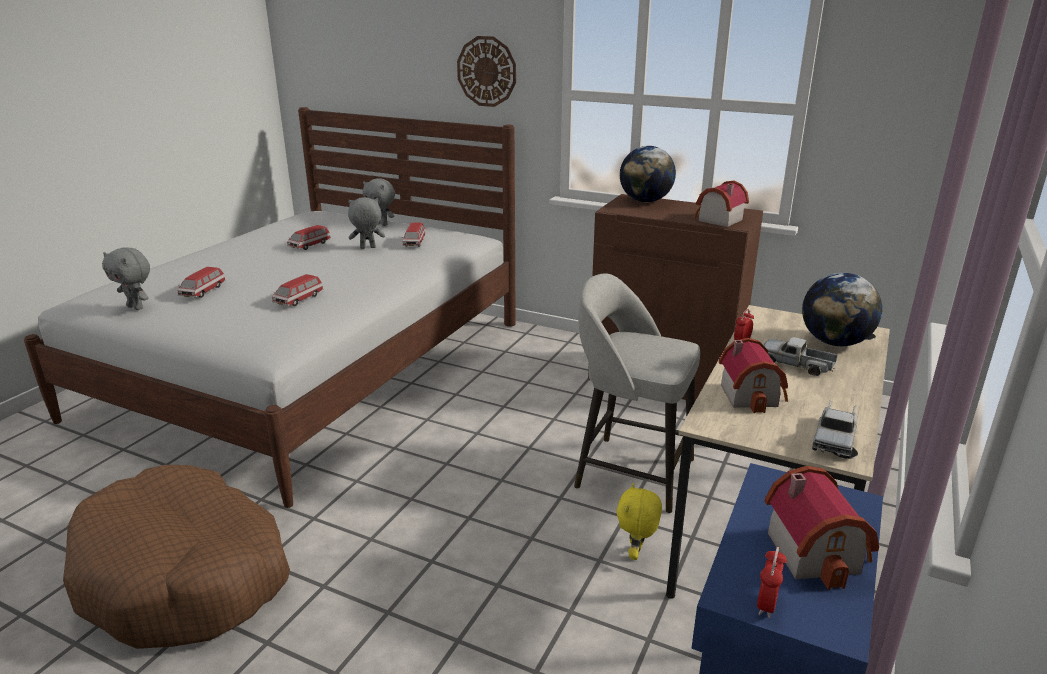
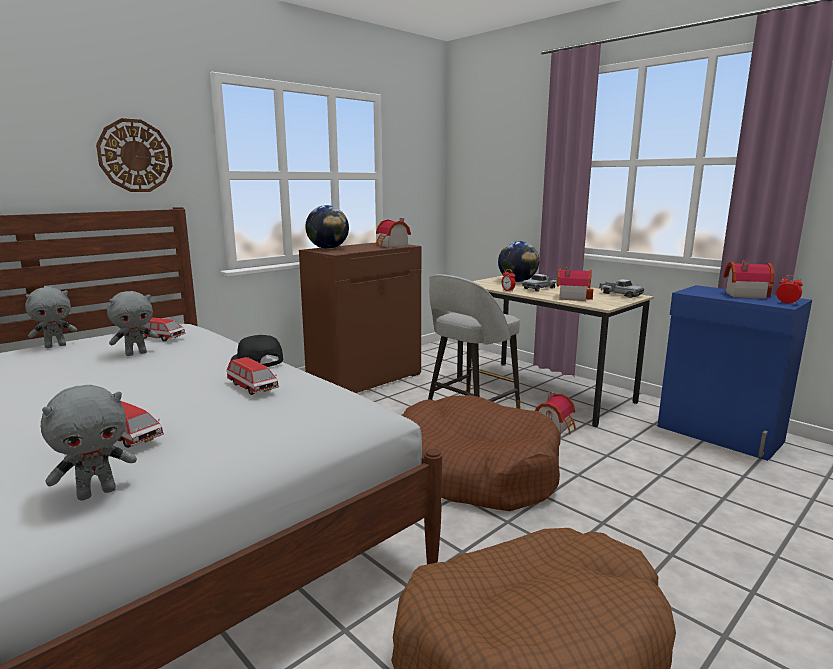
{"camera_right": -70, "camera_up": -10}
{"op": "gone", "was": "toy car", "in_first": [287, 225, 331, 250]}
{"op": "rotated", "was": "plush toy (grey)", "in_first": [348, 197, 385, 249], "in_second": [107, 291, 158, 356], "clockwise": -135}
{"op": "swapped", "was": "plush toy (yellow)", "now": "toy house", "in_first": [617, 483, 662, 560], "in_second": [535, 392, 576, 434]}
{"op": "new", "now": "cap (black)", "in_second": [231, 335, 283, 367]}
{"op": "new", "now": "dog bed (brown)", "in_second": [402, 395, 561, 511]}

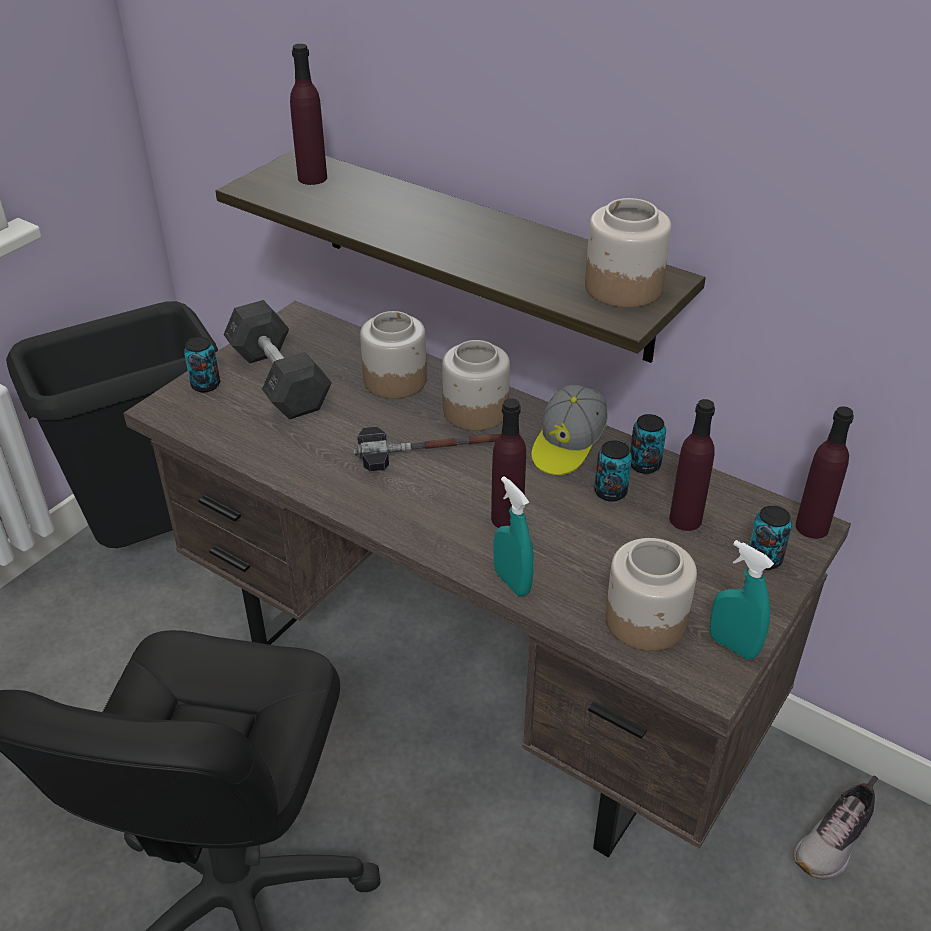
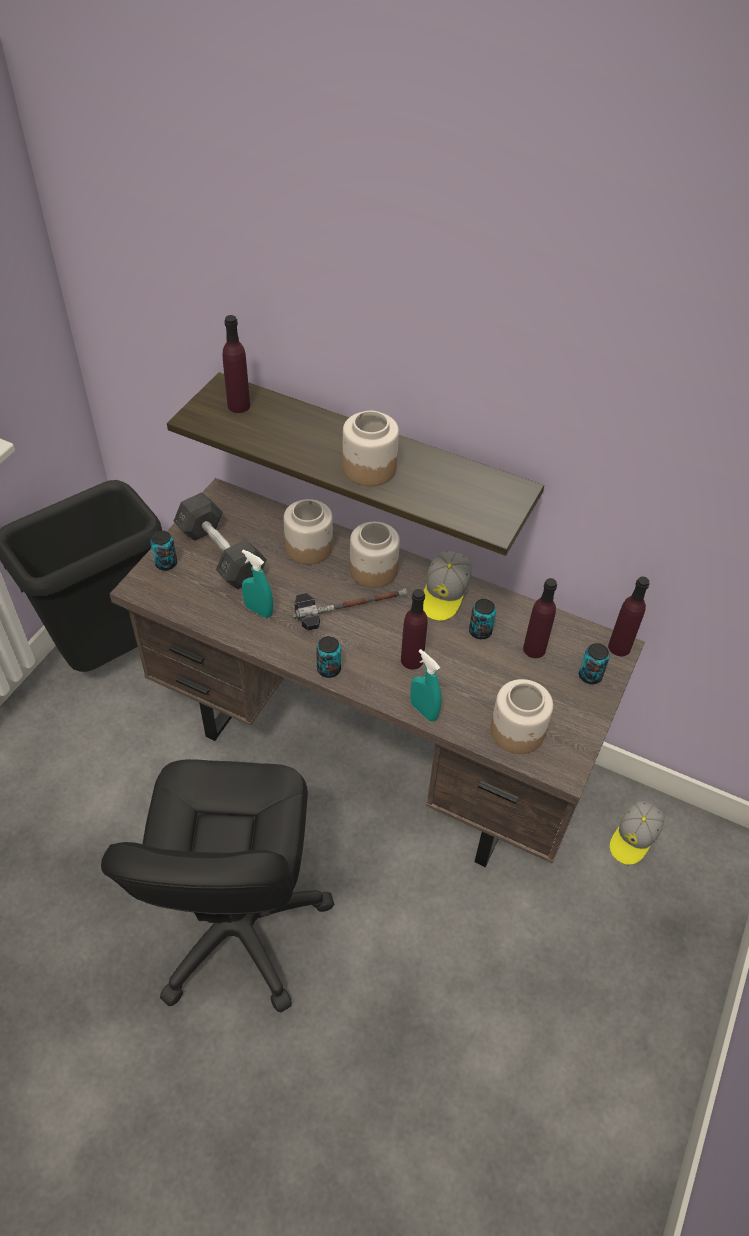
{"camera_right": -10, "camera_up": 10}
{"op": "shifted", "was": "jar", "in_first": [585, 198, 671, 308], "in_second": [343, 411, 399, 486]}
{"op": "shifted", "was": "can", "in_first": [630, 414, 666, 474], "in_second": [316, 636, 341, 678]}
{"op": "shifted", "was": "spray bottle (turquoise)", "in_first": [710, 540, 774, 659], "in_second": [242, 549, 273, 618]}
{"op": "swapped", "was": "shoe", "now": "cap", "in_first": [793, 775, 878, 879], "in_second": [610, 801, 664, 865]}

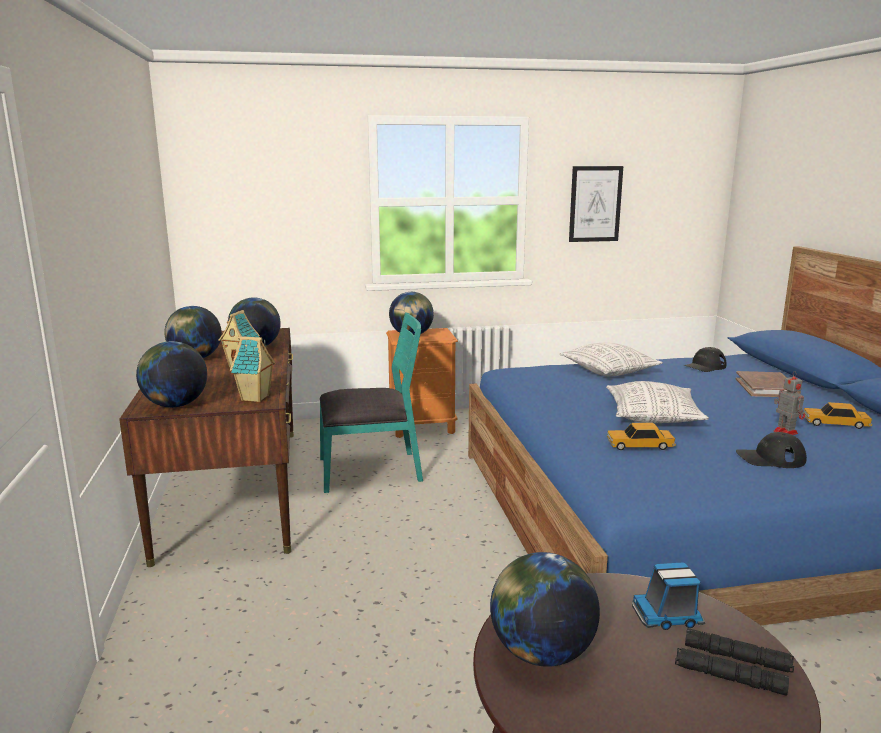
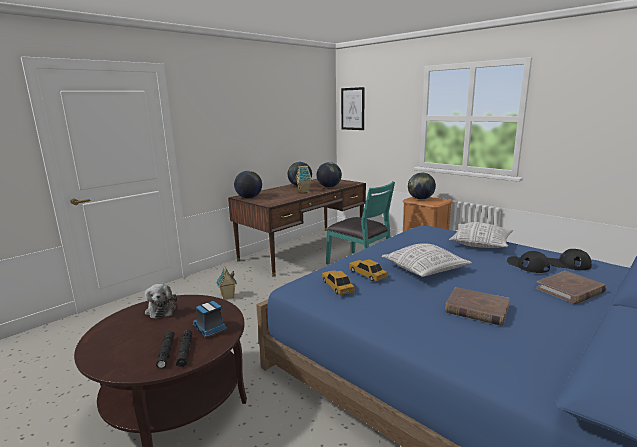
{"camera_right": 55, "camera_up": 0}
{"op": "shifted", "was": "toy house", "in_first": [230, 336, 275, 402], "in_second": [216, 266, 237, 300]}
{"op": "swapped", "was": "globe", "now": "plush toy", "in_first": [490, 552, 600, 667], "in_second": [145, 284, 177, 319]}
{"op": "shifted", "was": "picture", "in_first": [569, 166, 623, 242], "in_second": [341, 87, 365, 130]}
{"op": "shifted", "was": "cap (black)", "in_first": [736, 432, 807, 468], "in_second": [507, 251, 550, 273]}
{"op": "swapped", "was": "toy robot", "now": "book (brown)", "in_first": [773, 371, 805, 435], "in_second": [445, 287, 510, 326]}
{"op": "shifted", "was": "toy car", "in_first": [804, 402, 872, 429], "in_second": [322, 270, 355, 295]}

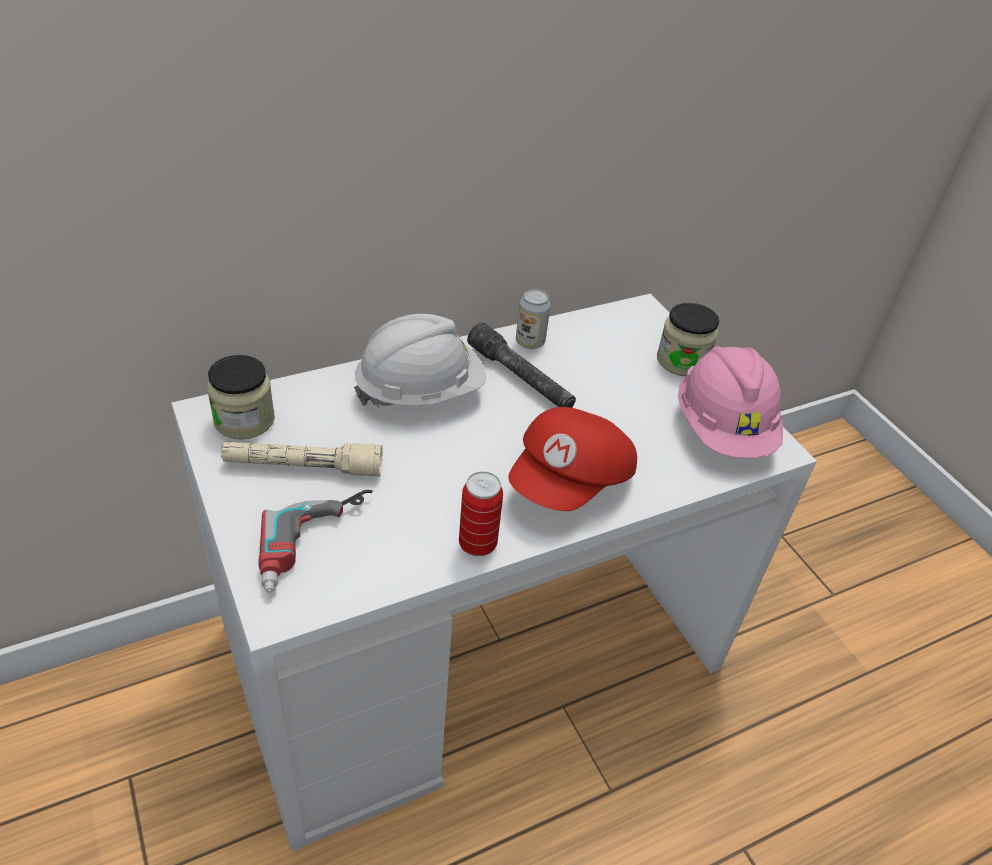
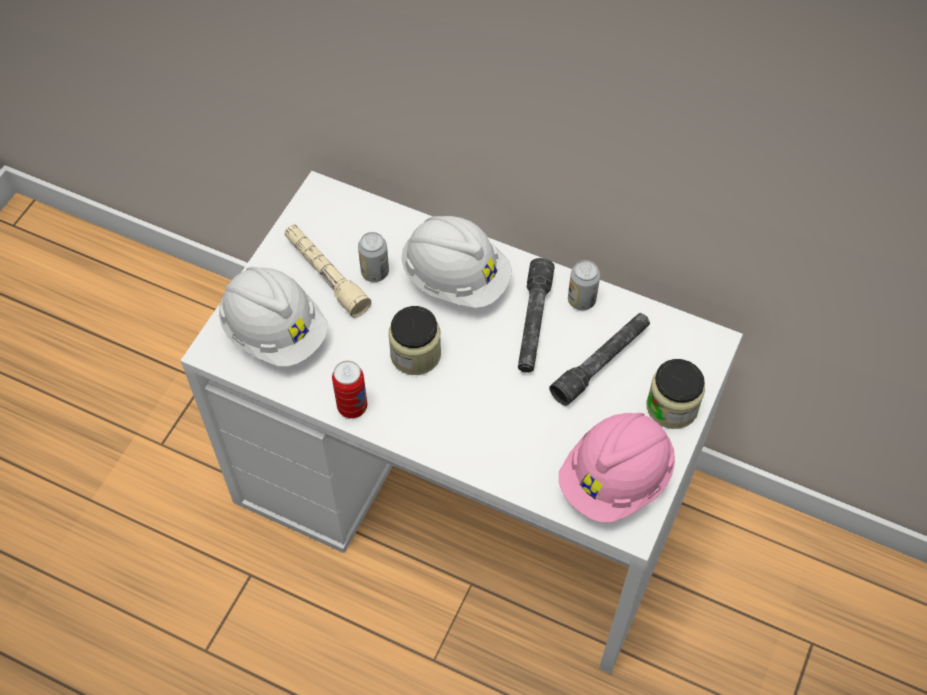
{"camera_right": 55, "camera_up": 15}
{"op": "shifted", "was": "jar", "in_first": [207, 355, 275, 439], "in_second": [388, 306, 441, 375]}
{"op": "swapped", "was": "power drill", "now": "hard hat (white)", "in_first": [259, 490, 373, 593], "in_second": [219, 267, 328, 367]}
{"op": "gone", "was": "cap (red)", "in_first": [508, 407, 637, 511]}
{"op": "new", "now": "can", "in_second": [358, 232, 389, 282]}
{"op": "new", "now": "flashlight (grey)", "in_second": [549, 313, 650, 406]}

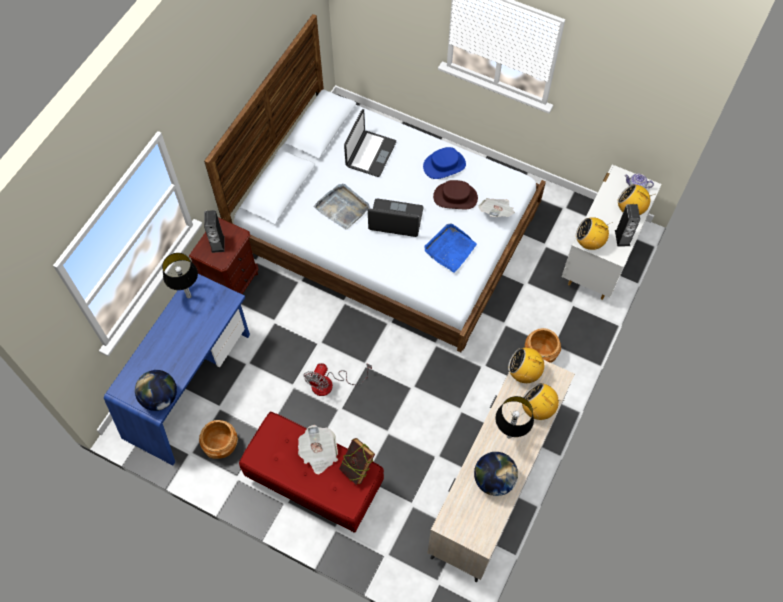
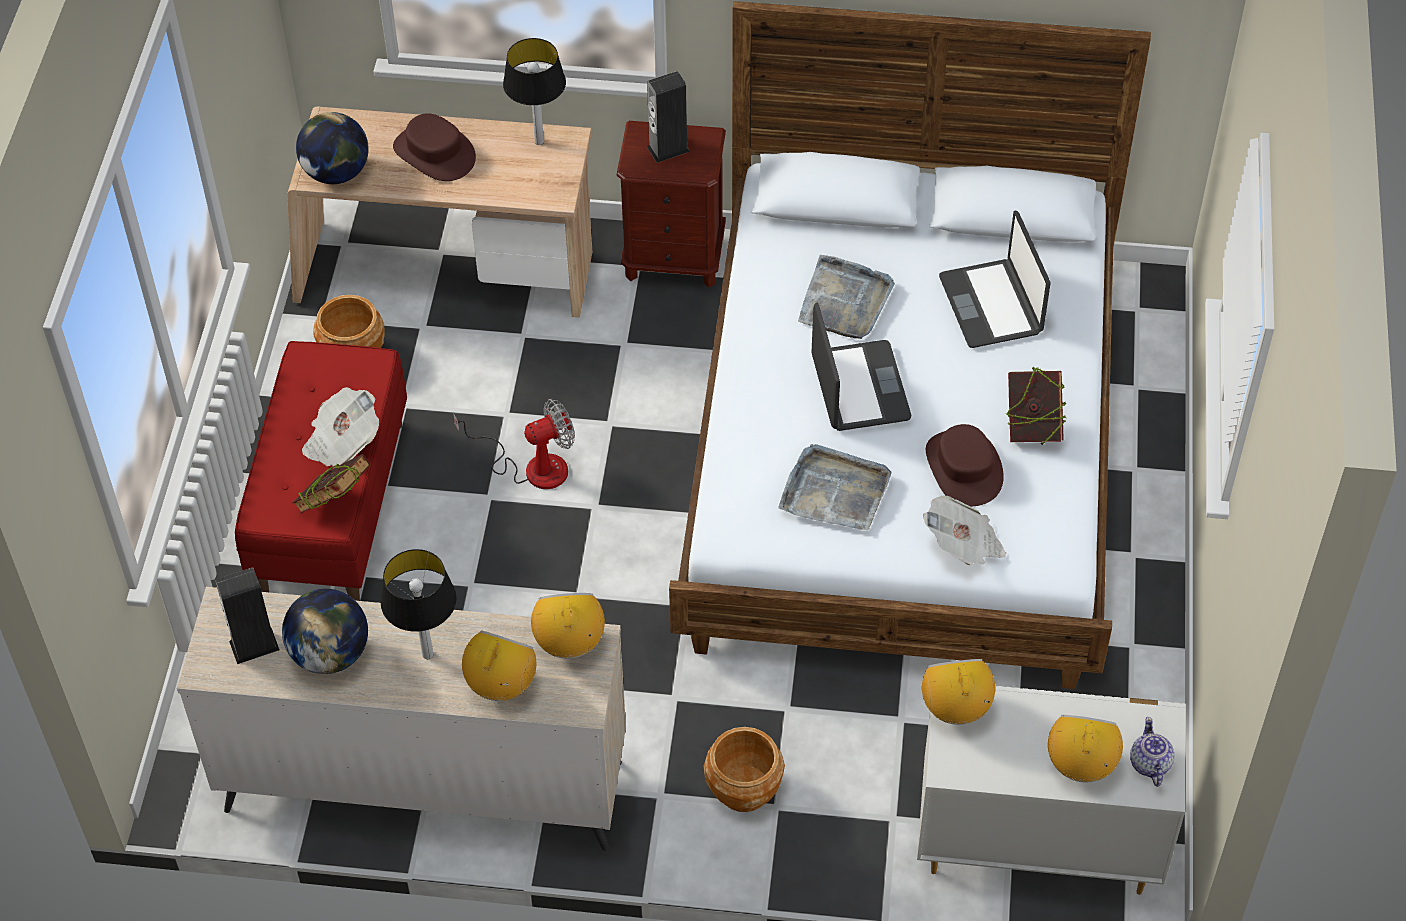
{"camera_right": 70, "camera_up": -10}
{"op": "repainted", "was": "desk (blue)", "now": "desk (beige)", "in_first": [104, 274, 250, 465], "in_second": [287, 106, 592, 317]}
{"op": "rotated", "was": "fan", "in_first": [303, 363, 372, 396], "in_second": [453, 399, 575, 489], "clockwise": 150}
{"op": "rotated", "was": "laptop", "in_first": [344, 109, 396, 177], "in_second": [939, 211, 1051, 348], "clockwise": 75}
{"op": "swapped", "was": "hat (blue)", "now": "book", "in_first": [423, 147, 466, 179], "in_second": [1007, 366, 1067, 445]}
{"op": "repainted", "was": "tray (blue)", "now": "tray (grey)", "in_first": [424, 223, 477, 273], "in_second": [778, 444, 892, 530]}
{"op": "shifted", "was": "speaker", "in_first": [615, 204, 640, 247], "in_second": [215, 568, 280, 664]}
{"op": "new", "now": "hat (brown)", "in_second": [393, 113, 476, 181]}

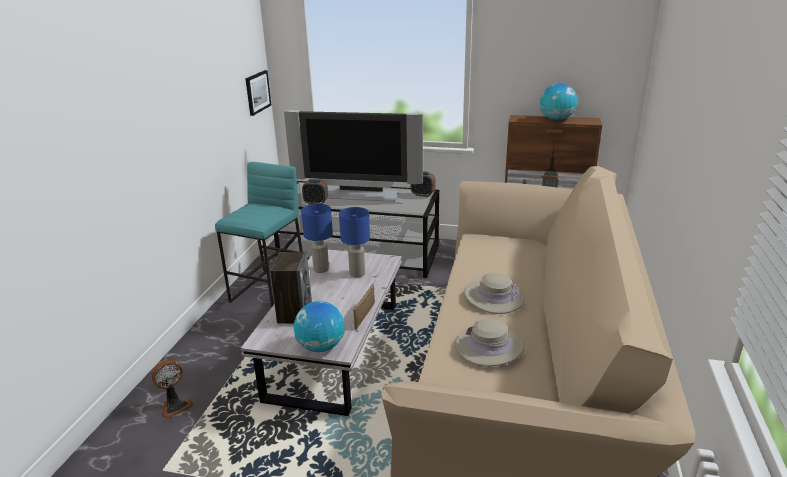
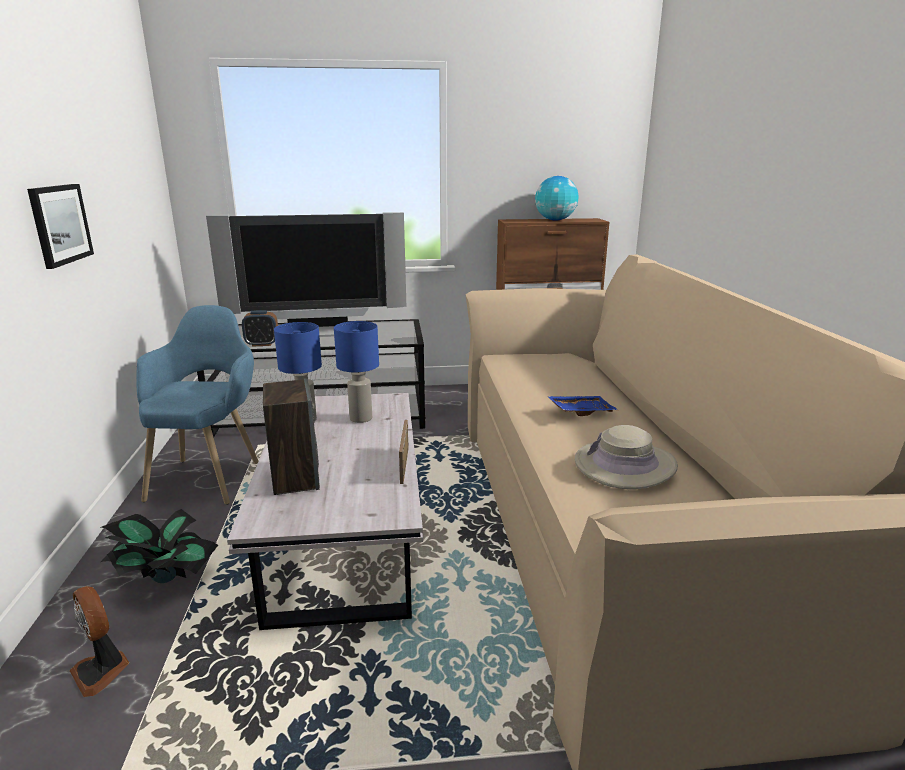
{"camera_right": -20, "camera_up": -5}
{"op": "rotated", "was": "fan", "in_first": [151, 360, 193, 419], "in_second": [70, 586, 129, 697], "clockwise": 105}
{"op": "swapped", "was": "stool (turquoise)", "now": "armchair (blue)", "in_first": [215, 162, 303, 308], "in_second": [136, 305, 258, 505]}
{"op": "shifted", "was": "picture", "in_first": [245, 70, 271, 116], "in_second": [27, 184, 94, 269]}
{"op": "gone", "was": "globe", "in_first": [294, 301, 345, 352]}
{"op": "gone", "was": "alarm clock", "in_first": [411, 171, 436, 197]}
{"op": "swapped", "was": "hat (beige)", "now": "tray (blue)", "in_first": [464, 273, 525, 314], "in_second": [547, 396, 618, 416]}
{"op": "new", "now": "potted plant", "in_second": [101, 509, 218, 583]}

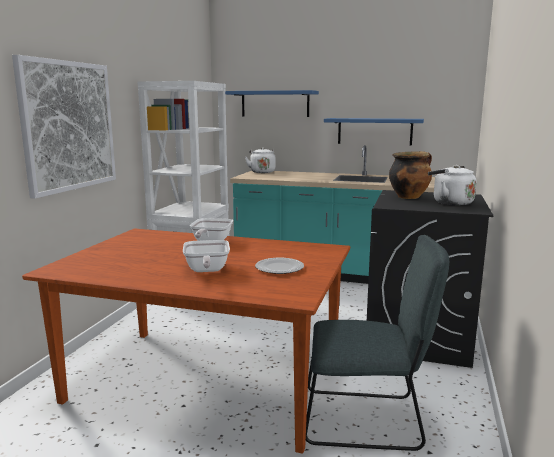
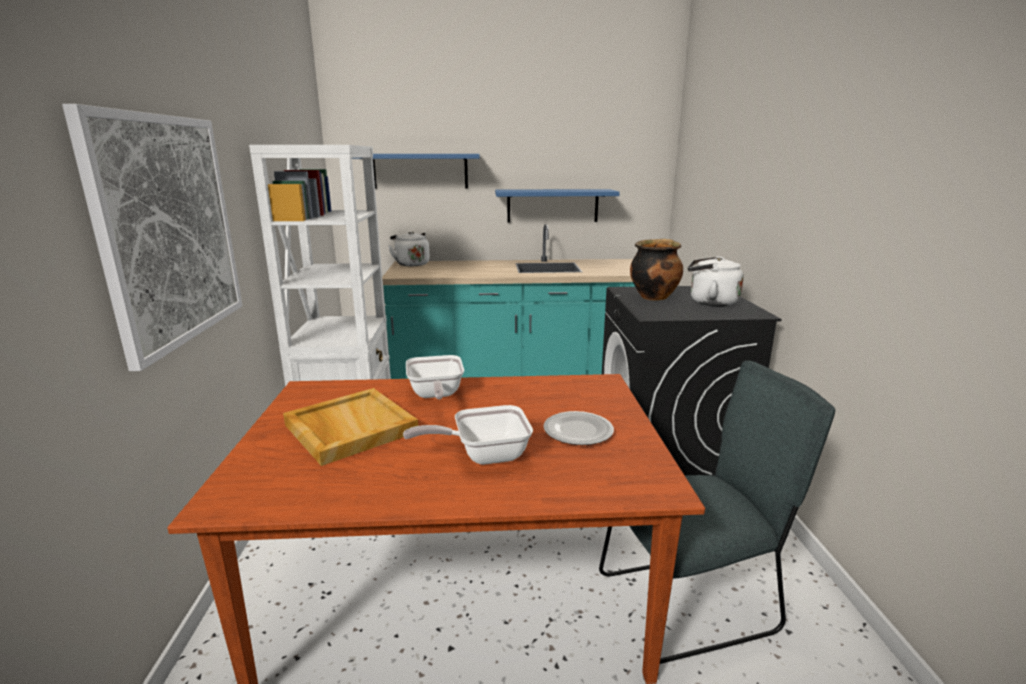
{"camera_right": -20, "camera_up": 5}
{"op": "rotated", "was": "frying pan", "in_first": [183, 240, 230, 272], "in_second": [403, 405, 533, 465], "clockwise": 105}
{"op": "new", "now": "tray (beige)", "in_second": [283, 388, 418, 466]}

